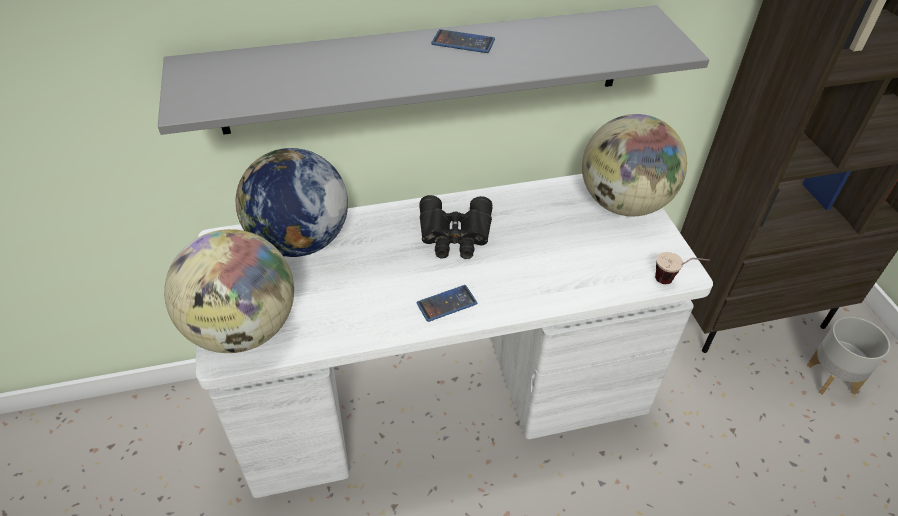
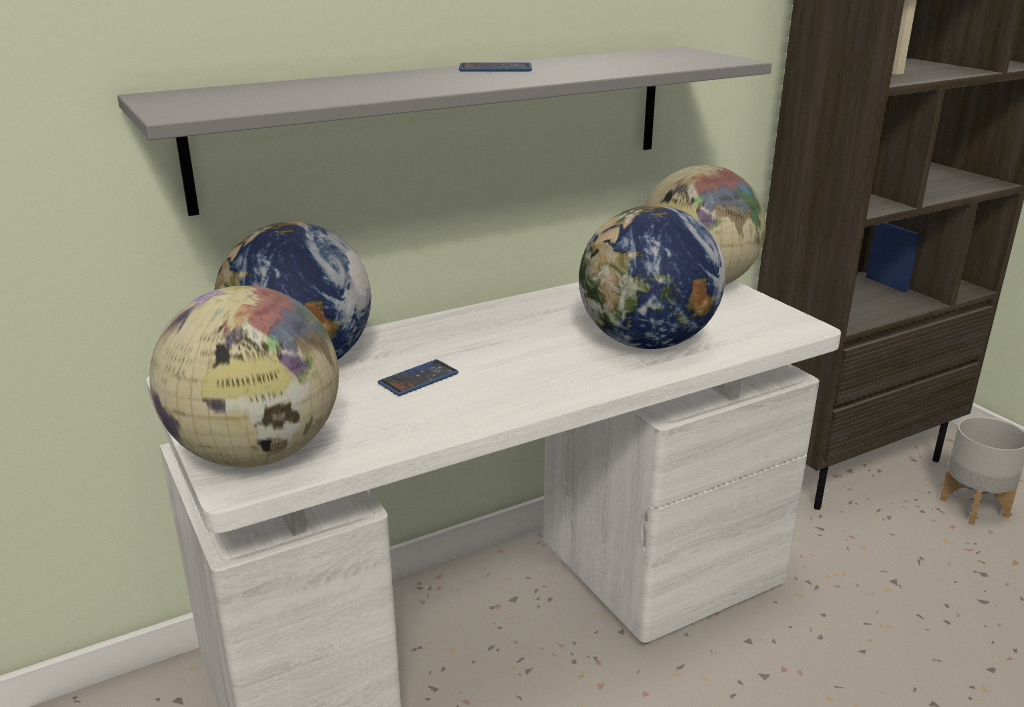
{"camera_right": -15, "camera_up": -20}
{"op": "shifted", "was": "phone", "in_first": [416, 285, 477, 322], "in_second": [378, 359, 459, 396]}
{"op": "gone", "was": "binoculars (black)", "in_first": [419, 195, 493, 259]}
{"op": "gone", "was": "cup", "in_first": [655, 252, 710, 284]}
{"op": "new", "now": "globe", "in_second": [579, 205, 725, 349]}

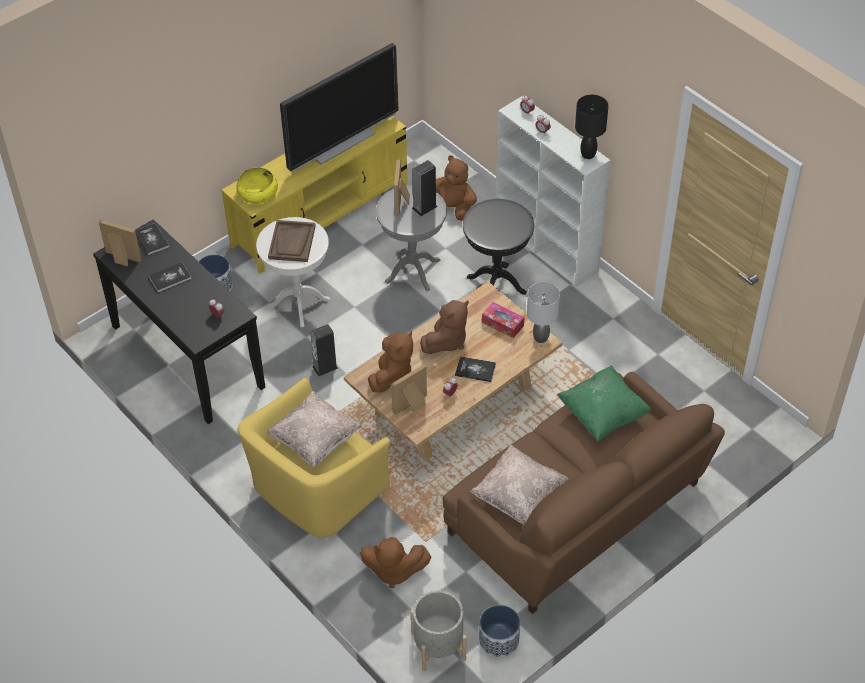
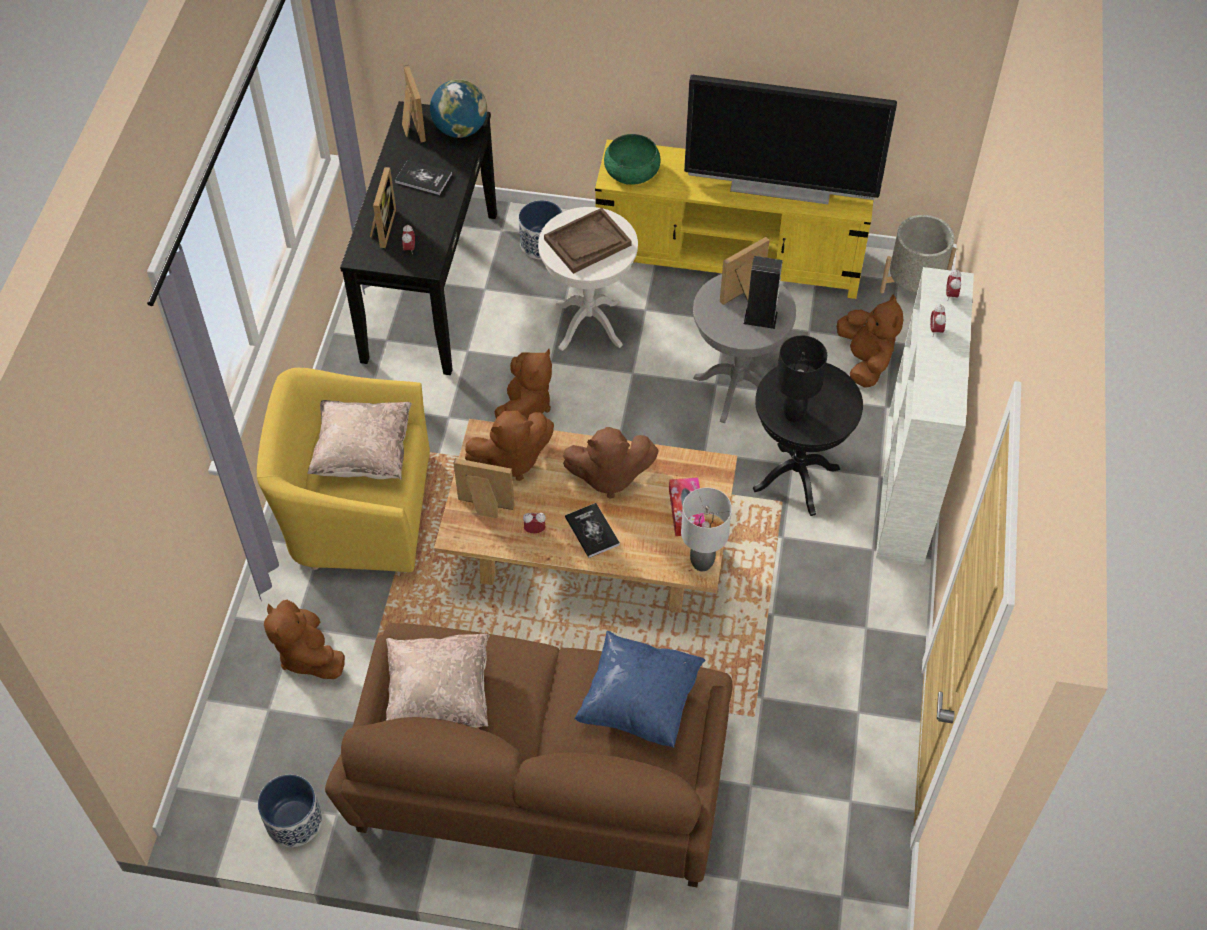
{"camera_right": 50, "camera_up": 5}
{"op": "swapped", "was": "book", "now": "globe", "in_first": [135, 223, 169, 255], "in_second": [430, 79, 487, 138]}
{"op": "repainted", "was": "bowl (yellow)", "now": "bowl (green)", "in_first": [236, 167, 278, 204], "in_second": [604, 134, 660, 185]}
{"op": "swapped", "was": "speaker", "now": "plush toy (brown)", "in_first": [310, 324, 338, 376], "in_second": [495, 349, 552, 420]}
{"op": "shifted", "was": "planter (grey)", "in_first": [411, 590, 466, 671], "in_second": [880, 215, 956, 293]}
{"op": "repainted", "was": "pillow (green)", "now": "pillow (blue)", "in_first": [557, 366, 652, 441], "in_second": [575, 631, 706, 748]}
{"op": "shifted", "was": "table lamp (black)", "in_first": [575, 95, 609, 159], "in_second": [776, 336, 827, 422]}
{"op": "new", "now": "picture frame", "in_second": [370, 167, 396, 248]}

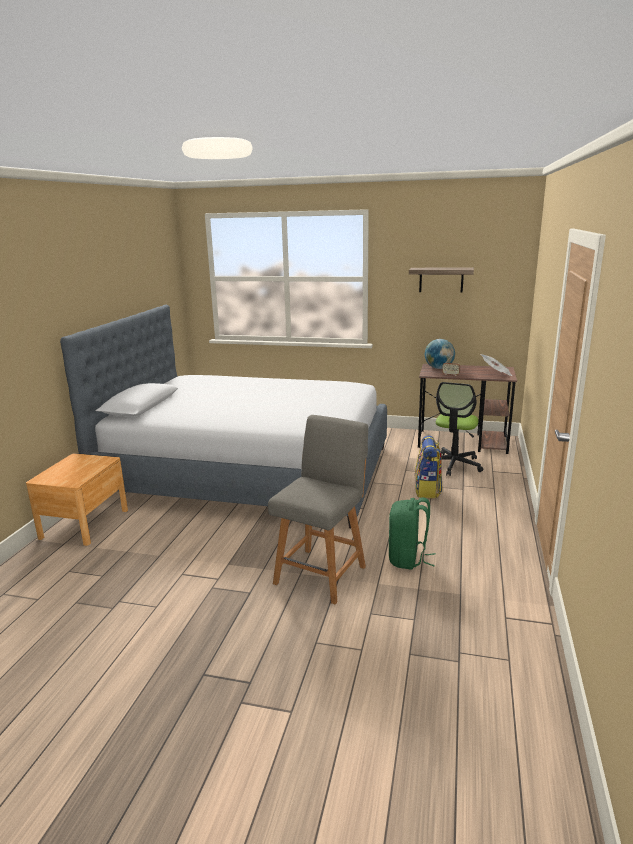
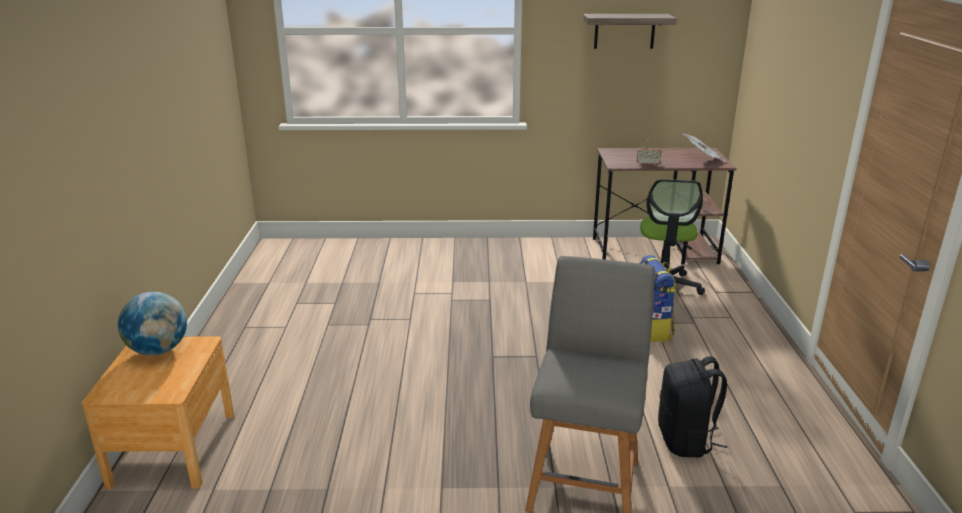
{"camera_right": -15, "camera_up": 5}
{"op": "gone", "was": "bed", "in_first": [60, 305, 387, 528]}
{"op": "repainted", "was": "backpack (green)", "now": "backpack (black)", "in_first": [389, 498, 436, 570], "in_second": [658, 356, 727, 457]}
{"op": "shifted", "was": "globe", "in_first": [425, 339, 455, 369], "in_second": [118, 292, 187, 355]}

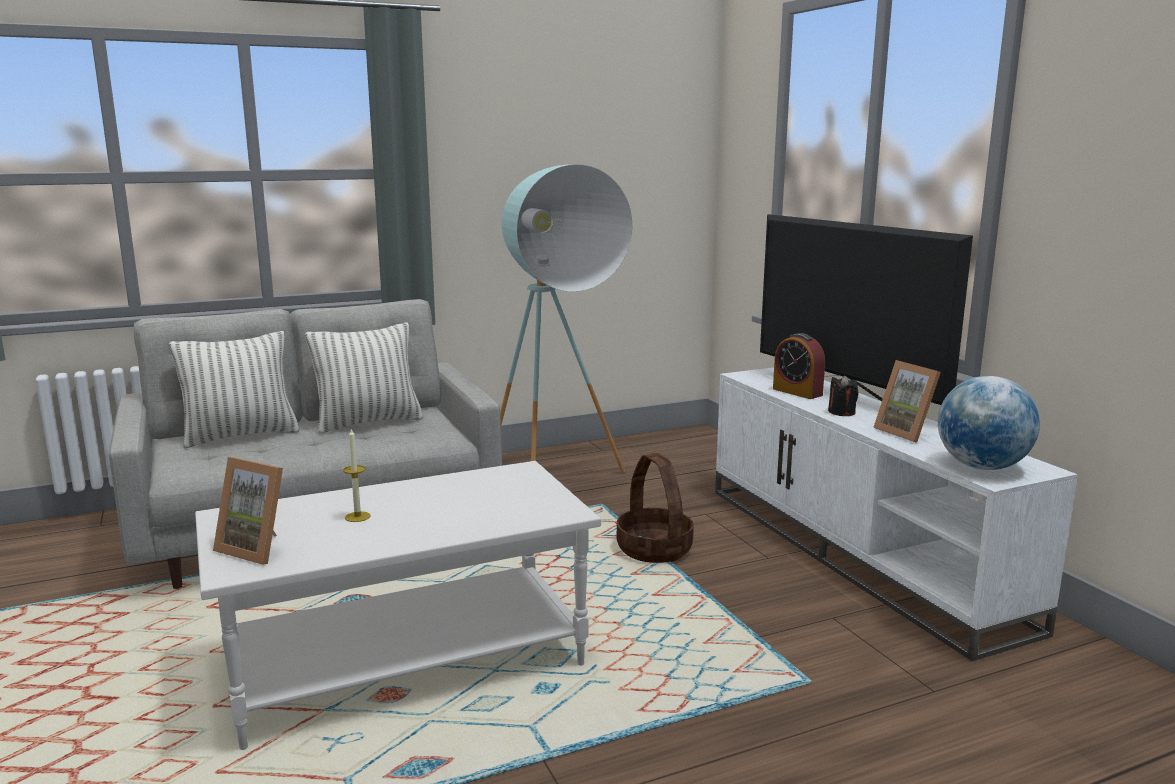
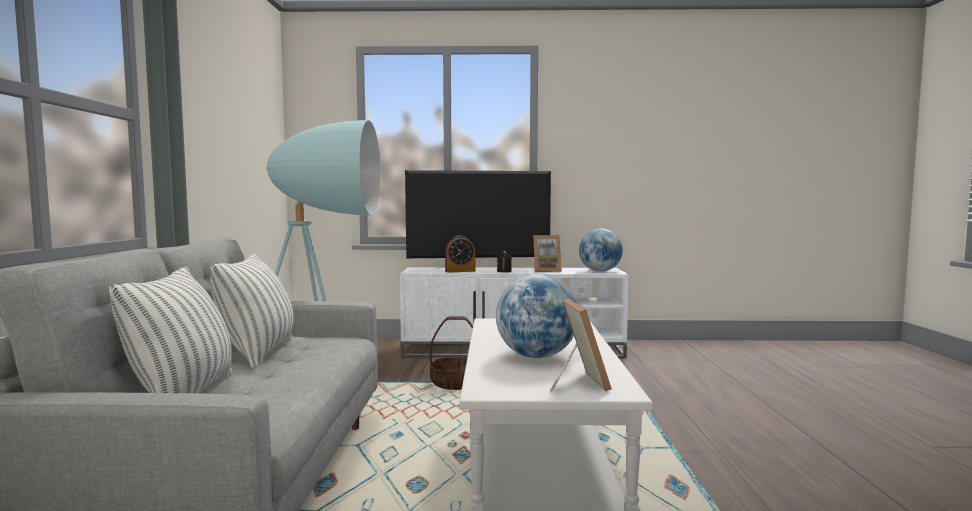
{"camera_right": -65, "camera_up": -10}
{"op": "rotated", "was": "picture frame", "in_first": [213, 457, 283, 565], "in_second": [550, 299, 612, 391], "clockwise": -60}
{"op": "swapped", "was": "candle", "now": "globe", "in_first": [343, 429, 371, 522], "in_second": [496, 274, 576, 358]}

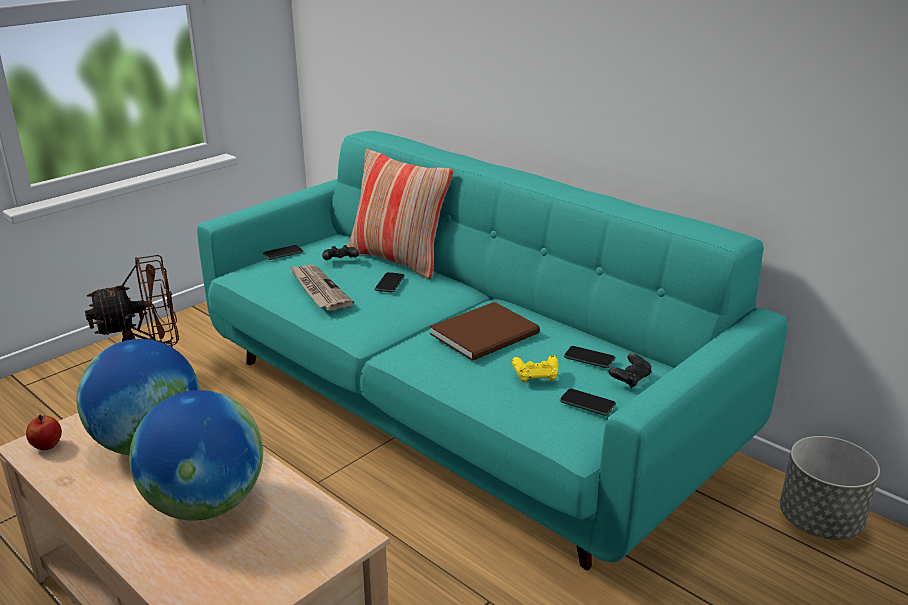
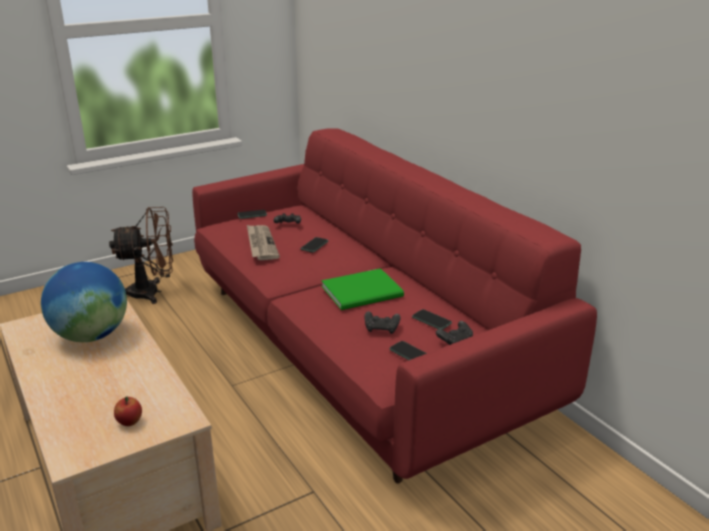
{"camera_right": 15, "camera_up": 0}
{"op": "shifted", "was": "apple", "in_first": [26, 414, 62, 450], "in_second": [114, 396, 142, 426]}
{"op": "gone", "was": "globe", "in_first": [129, 390, 263, 521]}
{"op": "repainted", "was": "sofa (turquoise)", "now": "sofa (red)", "in_first": [197, 131, 788, 570], "in_second": [192, 128, 597, 484]}
{"op": "gone", "was": "pillow", "in_first": [347, 149, 453, 279]}
{"op": "repainted", "was": "book (brown)", "now": "book (green)", "in_first": [430, 302, 540, 361], "in_second": [322, 268, 404, 310]}
{"op": "repainted", "was": "game controller (yellow)", "now": "game controller (black)", "in_first": [512, 355, 559, 383], "in_second": [365, 311, 401, 334]}
{"op": "gone", "was": "planter (grey)", "in_first": [780, 436, 880, 540]}

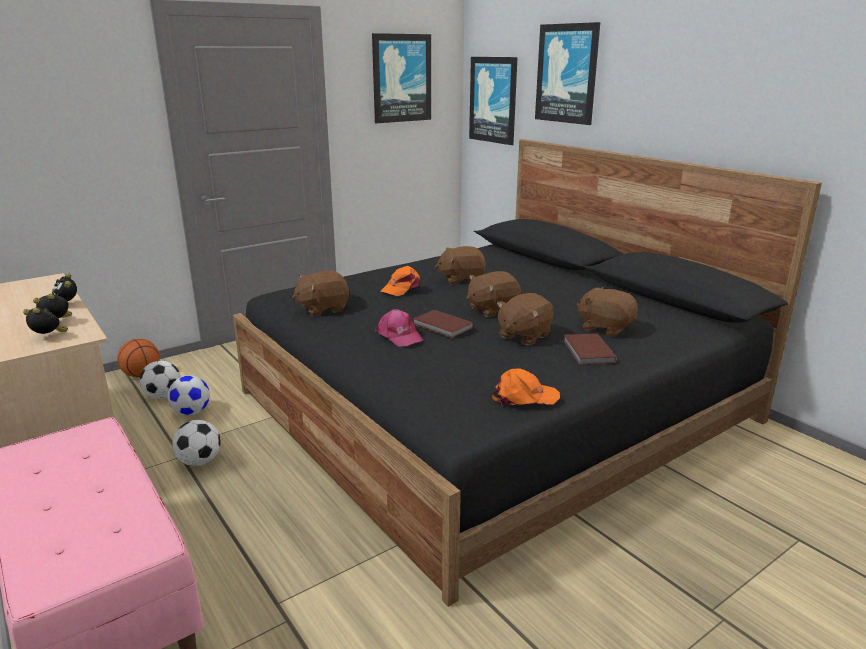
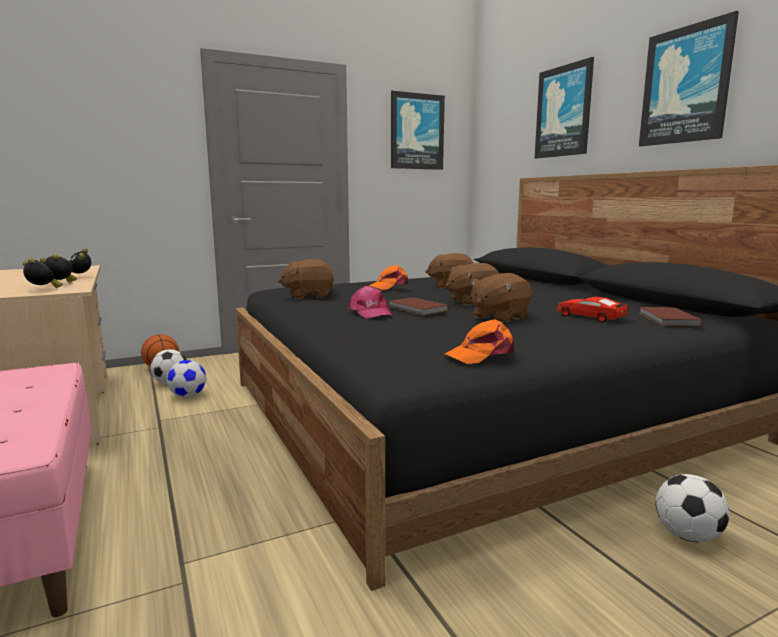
{"camera_right": 10, "camera_up": -10}
{"op": "shifted", "was": "football", "in_first": [172, 420, 221, 466], "in_second": [656, 474, 730, 542]}
{"op": "shifted", "was": "picture", "in_first": [469, 57, 518, 145], "in_second": [639, 11, 739, 146]}
{"op": "rotated", "was": "cap (orange)", "in_first": [492, 368, 560, 407], "in_second": [445, 319, 514, 364], "clockwise": 150}
{"op": "shifted", "was": "book (brown)", "in_first": [563, 334, 617, 365], "in_second": [639, 307, 703, 327]}
{"op": "swapped", "was": "plush toy (brown)", "now": "toy car (red)", "in_first": [577, 287, 638, 337], "in_second": [557, 297, 628, 322]}

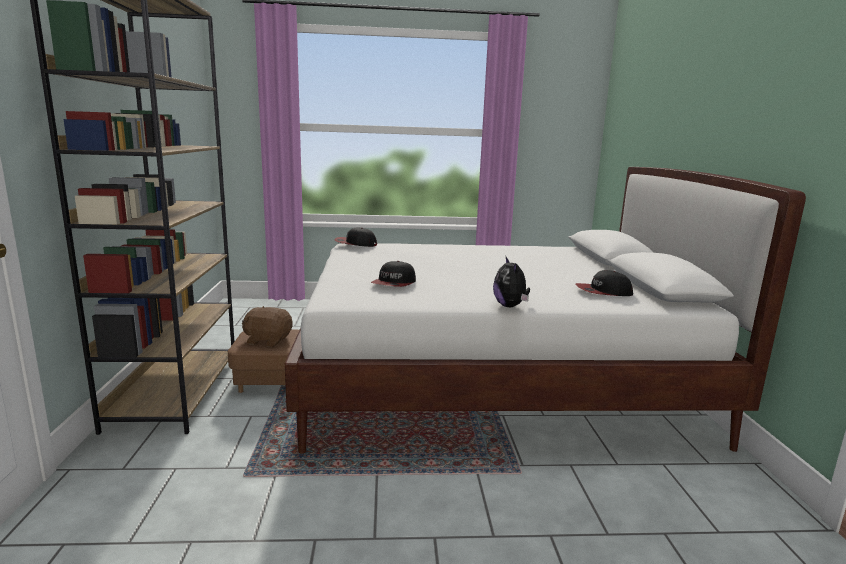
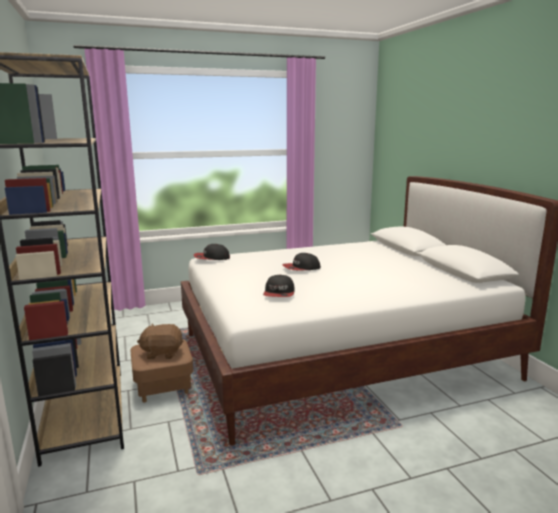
{"camera_right": -15, "camera_up": 0}
{"op": "gone", "was": "plush toy", "in_first": [493, 257, 530, 307]}
{"op": "shifted", "was": "cap", "in_first": [575, 270, 633, 296], "in_second": [282, 253, 321, 270]}

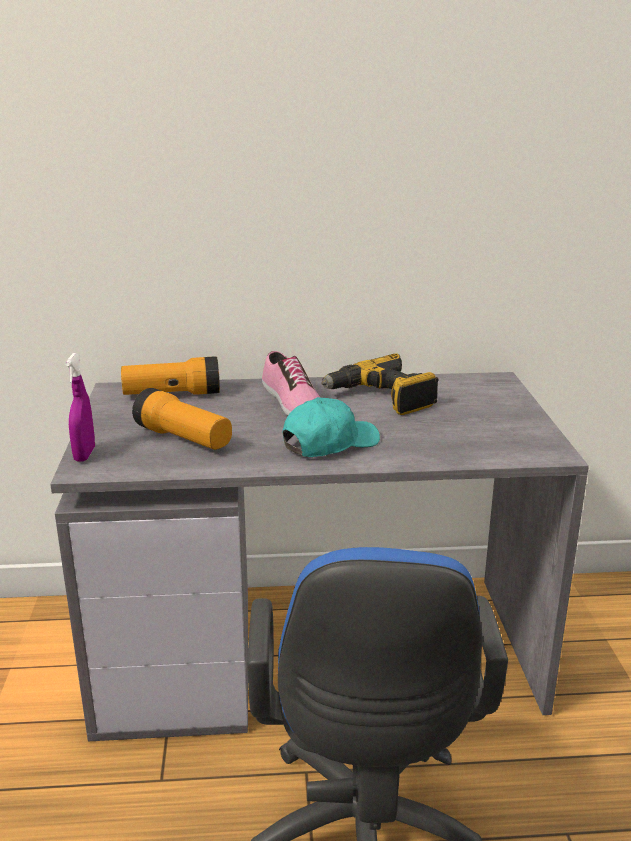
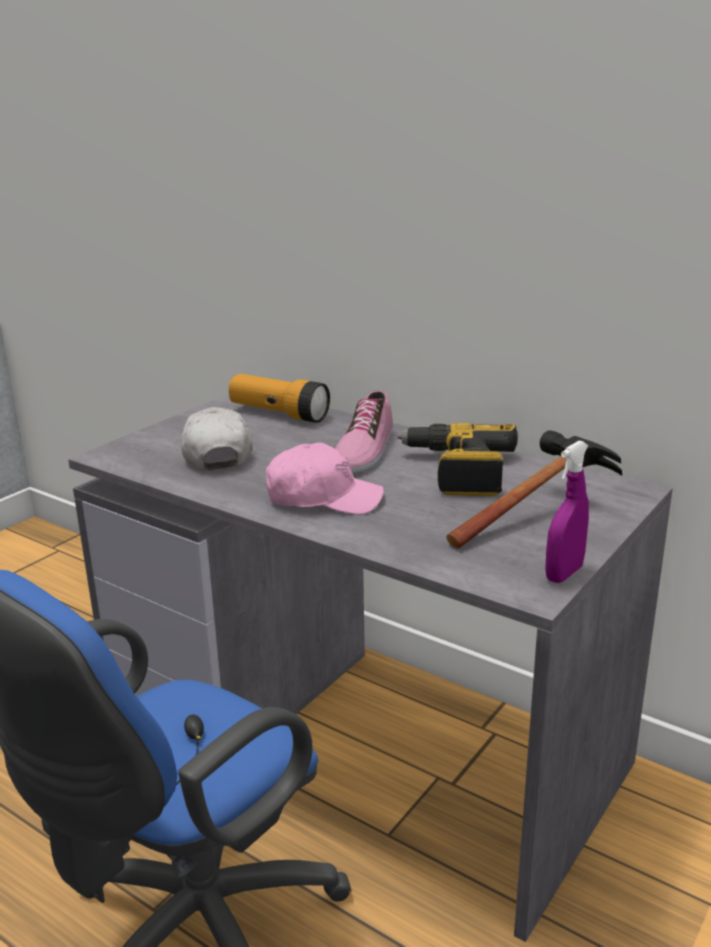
{"camera_right": 40, "camera_up": 0}
{"op": "shifted", "was": "spray bottle (purple)", "in_first": [65, 353, 95, 461], "in_second": [545, 441, 589, 583]}
{"op": "swapped", "was": "flashlight", "now": "cap (white)", "in_first": [132, 388, 232, 450], "in_second": [181, 407, 253, 470]}
{"op": "repainted", "was": "cap (turquoise)", "now": "cap (pink)", "in_first": [283, 397, 380, 457], "in_second": [266, 443, 384, 515]}
{"op": "new", "now": "hammer", "in_second": [447, 430, 622, 548]}

